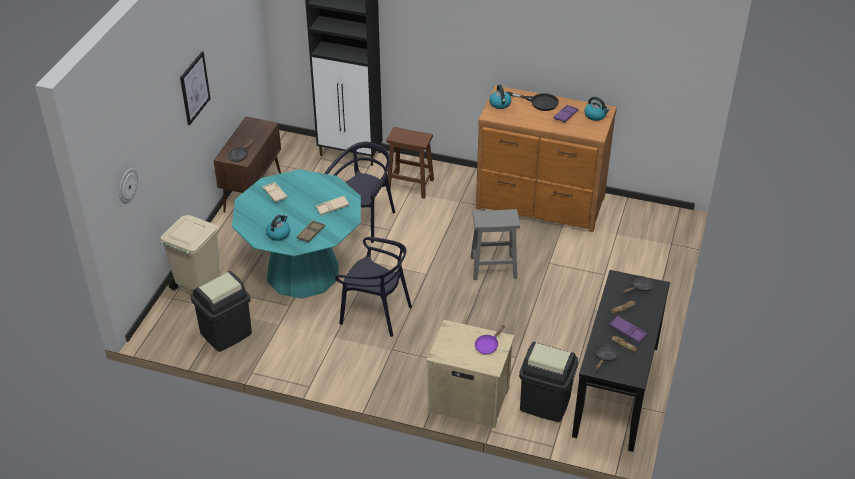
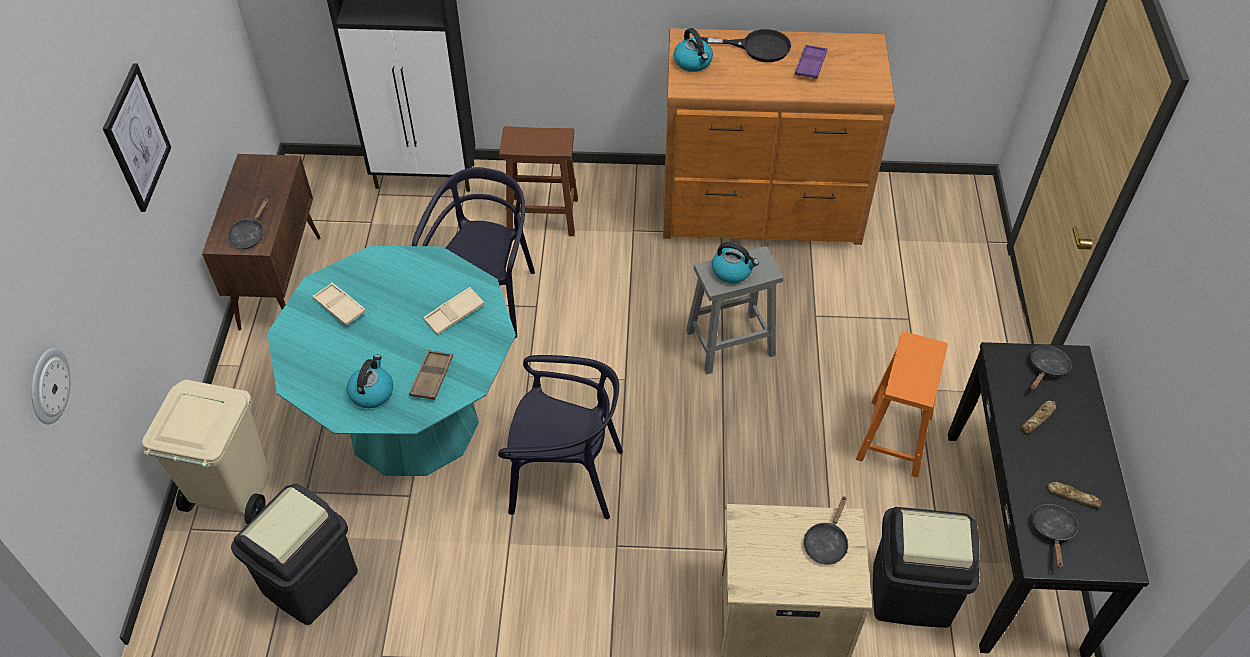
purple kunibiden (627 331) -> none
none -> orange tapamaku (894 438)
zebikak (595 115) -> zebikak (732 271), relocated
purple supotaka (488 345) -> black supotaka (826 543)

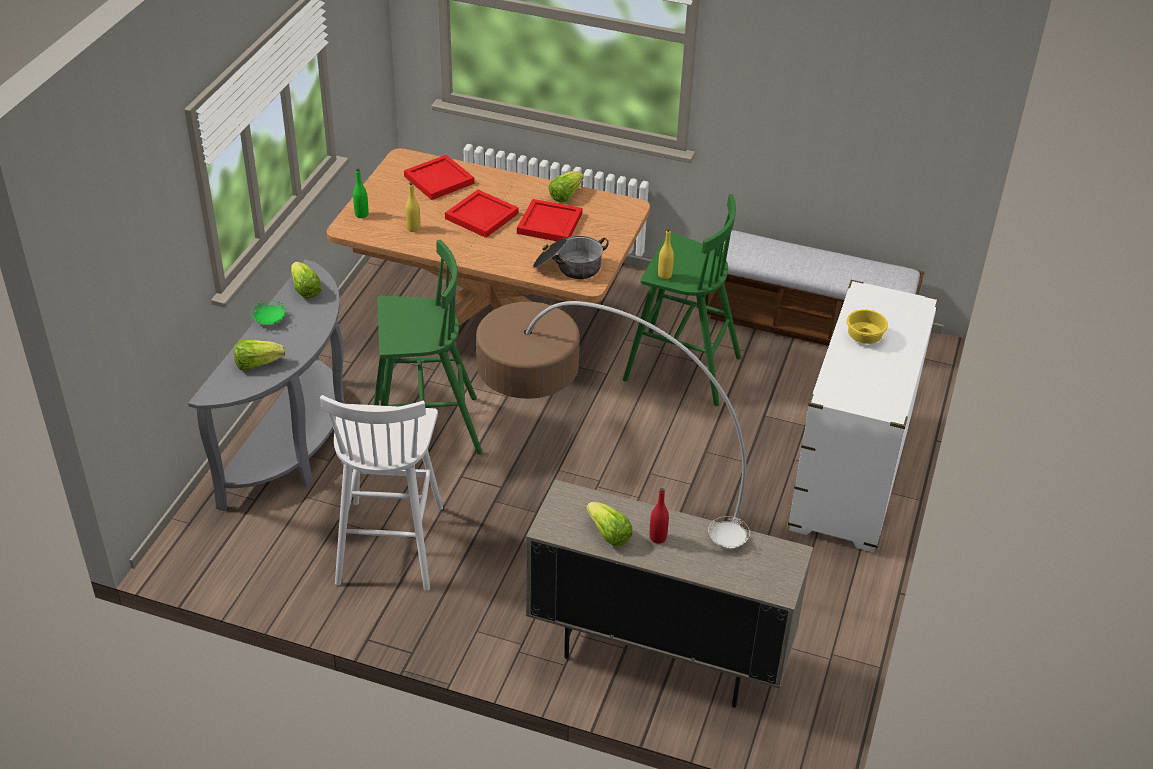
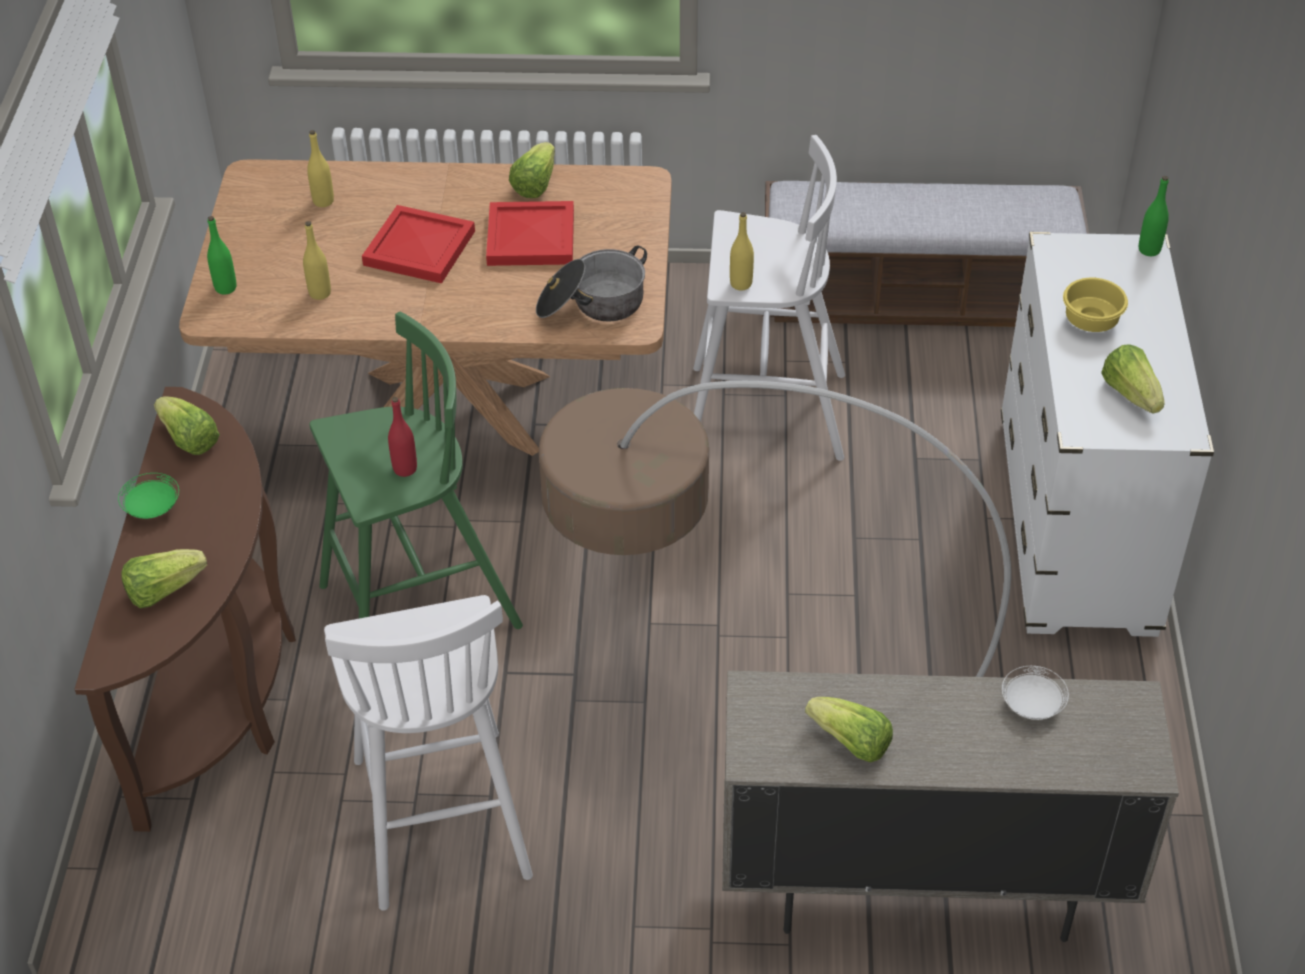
none -> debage (1131 394)
none -> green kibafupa (1149 250)
red kibafupa (658 537) -> red kibafupa (405 469), relocated
red kunibiden (438 180) -> yellow kibafupa (323 201)
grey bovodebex (295 446) -> brown bovodebex (221 689)
green tapamaku (680 368) -> white tapamaku (762 413)

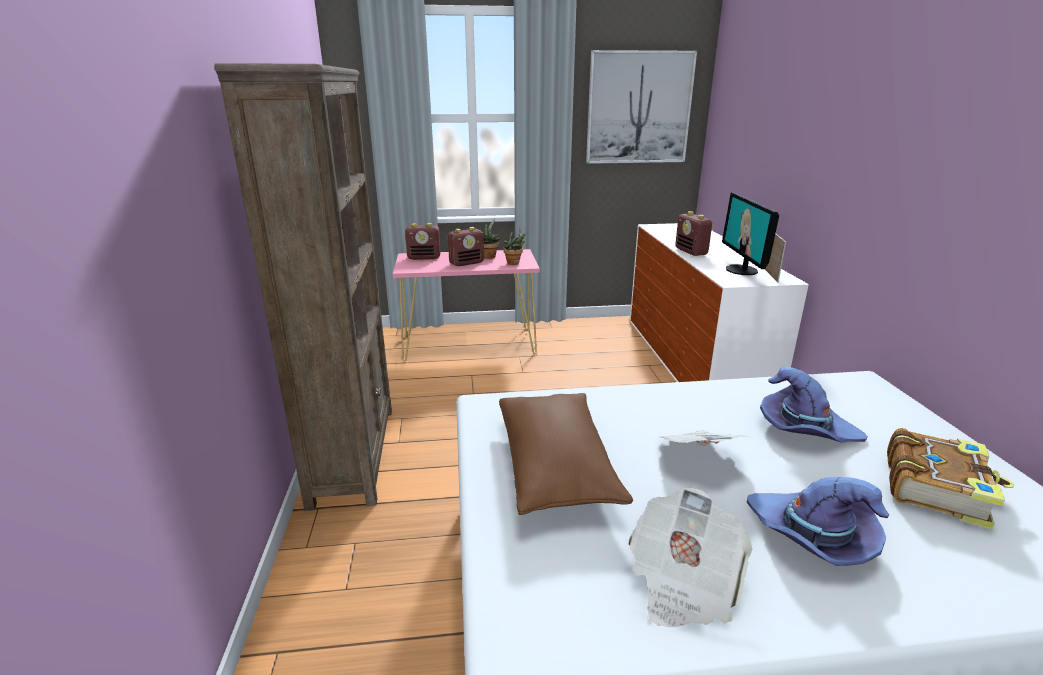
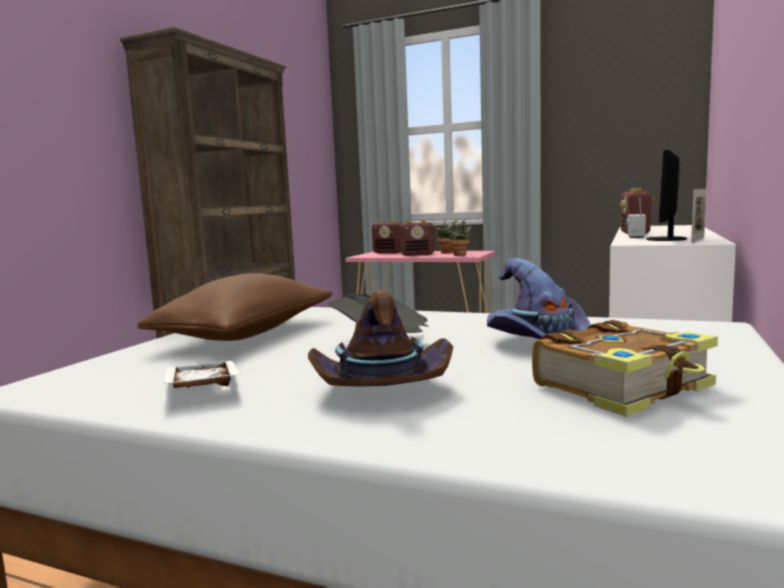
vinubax (639 108) -> none
none -> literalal (636 237)
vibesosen (682 582) -> white kunibiden (200 388)
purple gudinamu (811 536) -> brown gudinamu (380 389)

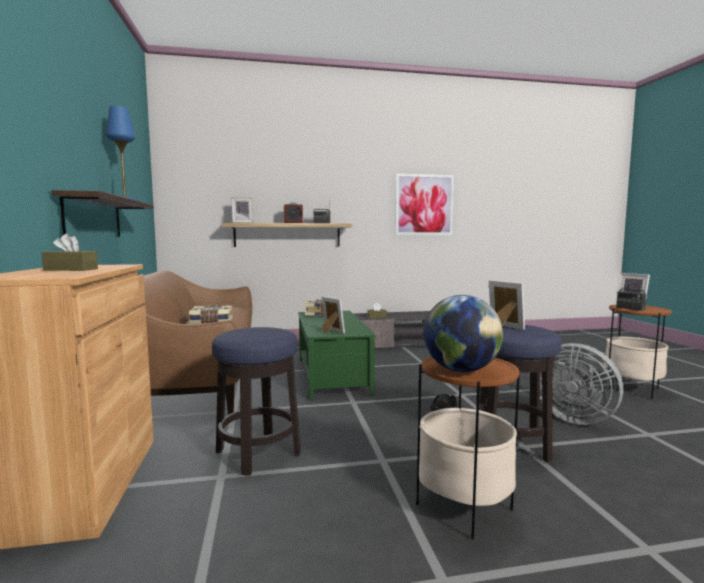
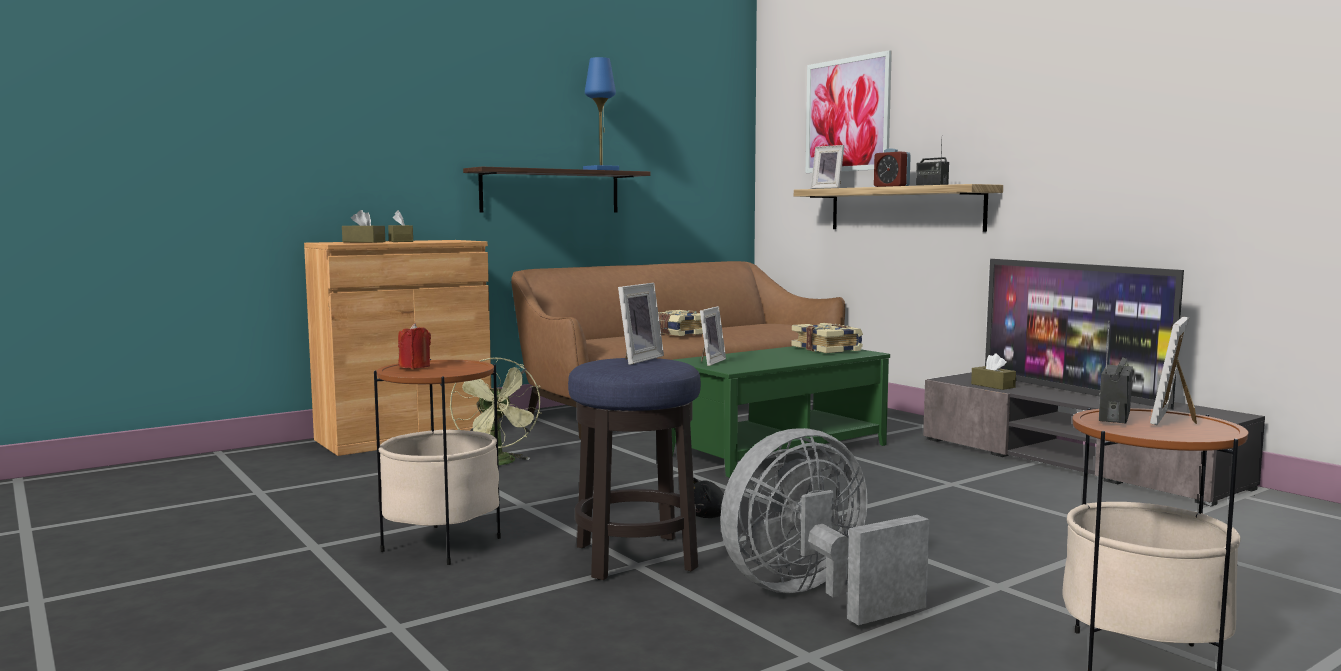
none -> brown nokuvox (364 242)
none -> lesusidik (1073 391)
vinubax (424 205) -> vinubax (847 115), relocated
tapamaku (258 453) -> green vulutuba (499 463)
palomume (461 370) -> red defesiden (415 366)
grey vulutuba (573 418) -> grey vulutuba (813 596), 45 degrees clockwise

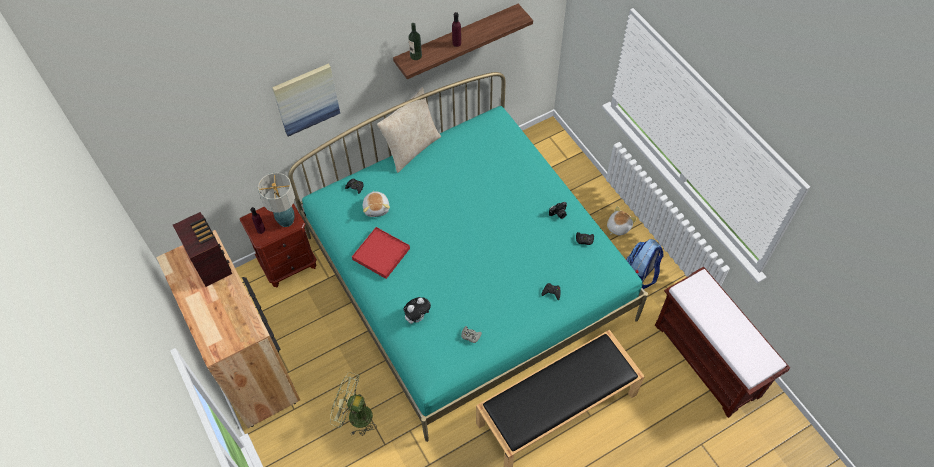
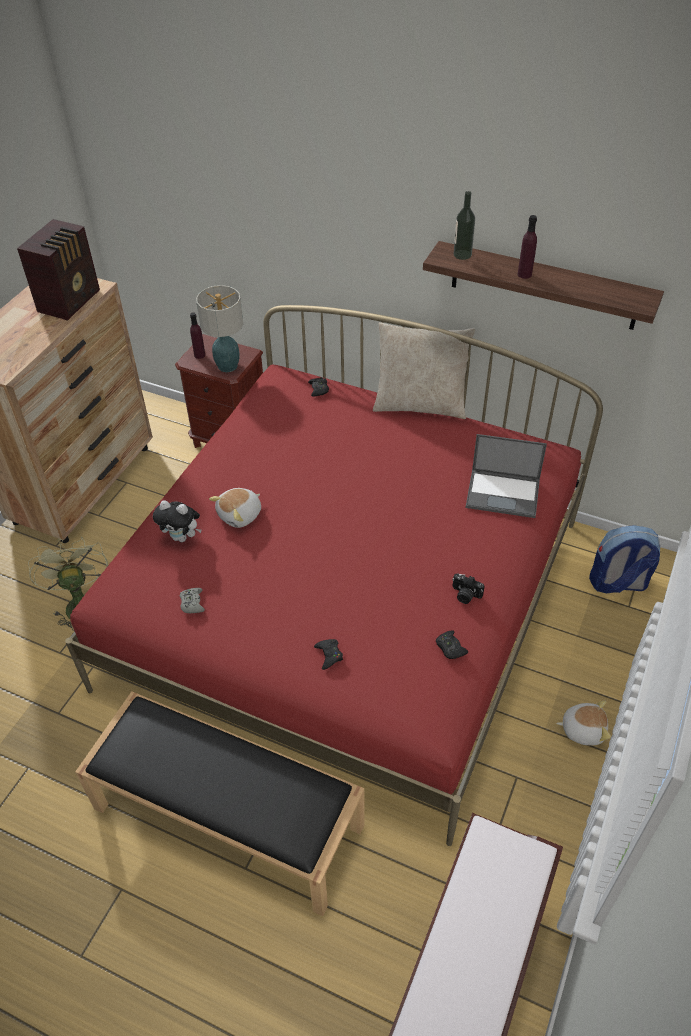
vinubax (306 99) -> none
red kunibiden (381 254) -> none
none -> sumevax (504 493)
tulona (377 208) -> tulona (240 515), relocated
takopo (640 276) -> takopo (617 583), relocated
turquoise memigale (467 277) -> red memigale (347 602)

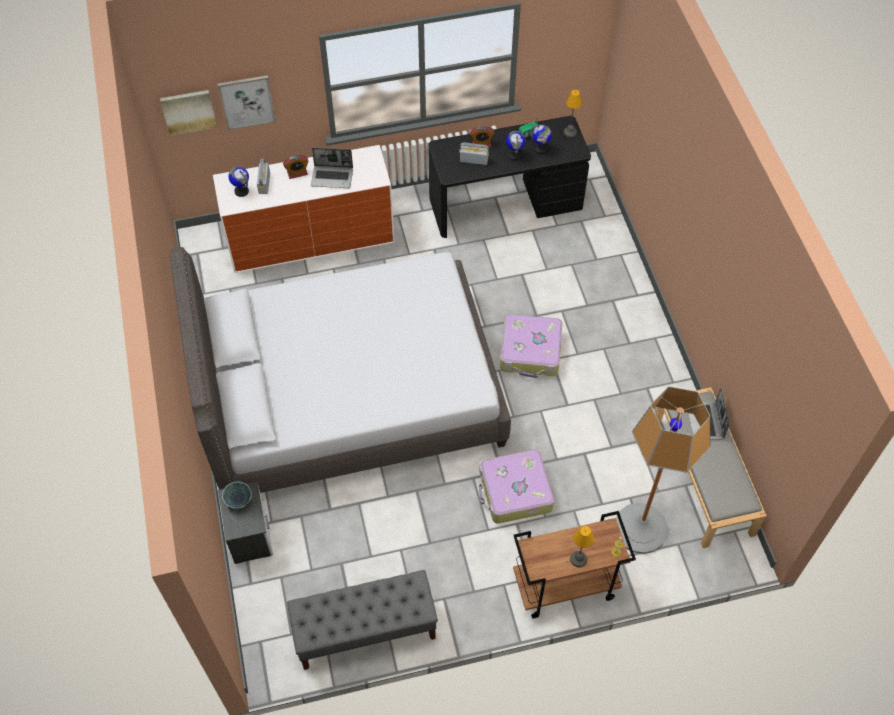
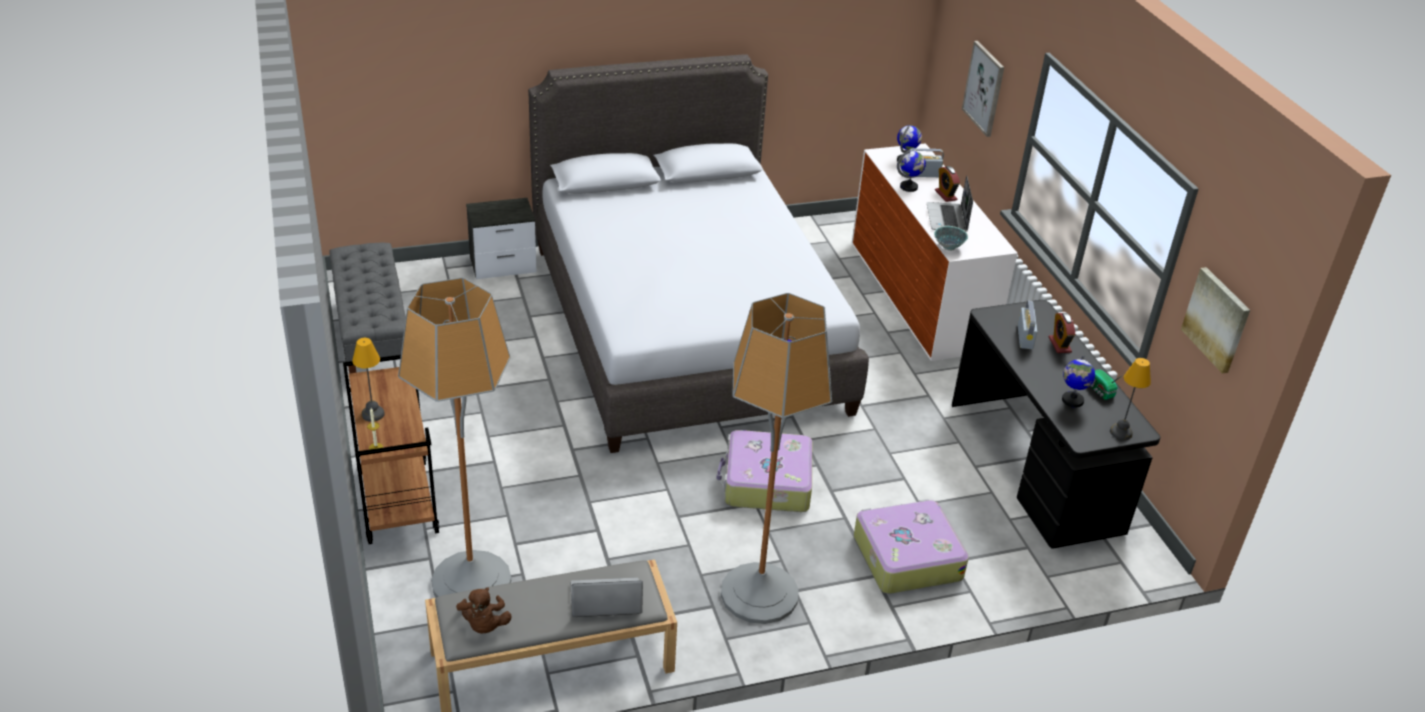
none -> brown tulona (484 625)
none -> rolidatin (759 594)
vinubax (188 111) -> vinubax (1217 319), relocated
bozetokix (238 500) -> bozetokix (949 247), relocated
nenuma (515 492) -> nenuma (906 557), relocated
palomume (514 155) -> palomume (909 187), relocated

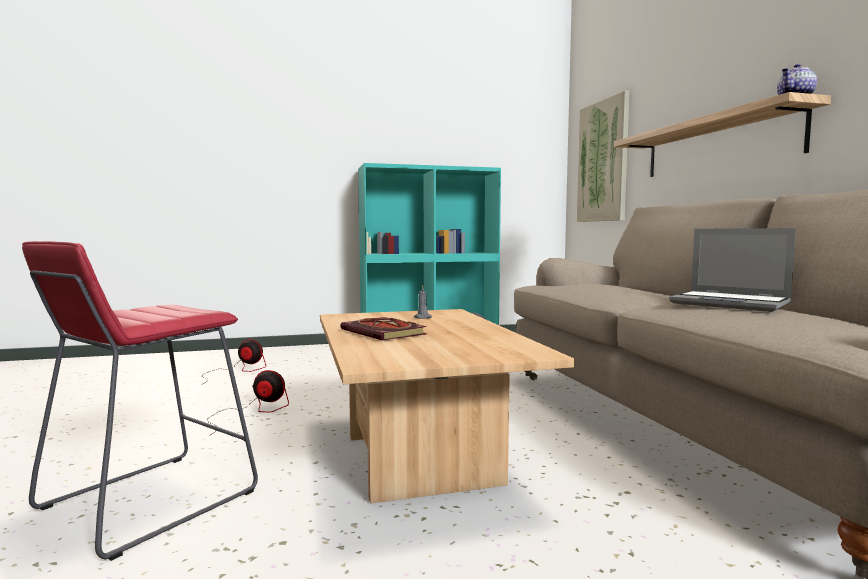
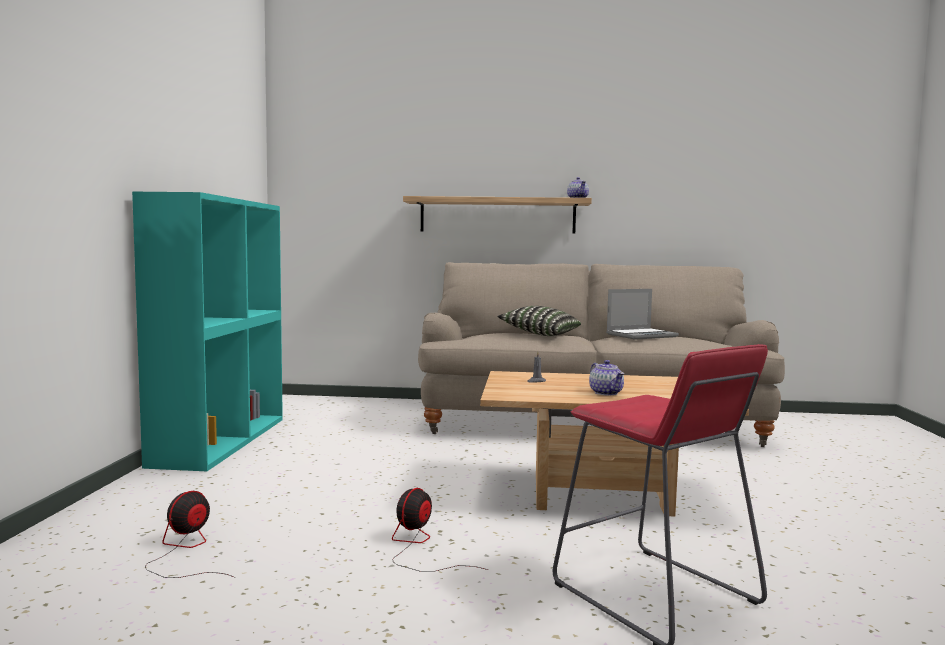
vinubax (603 161) -> none
none -> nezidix (540 334)
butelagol (385 333) -> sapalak (606 393)

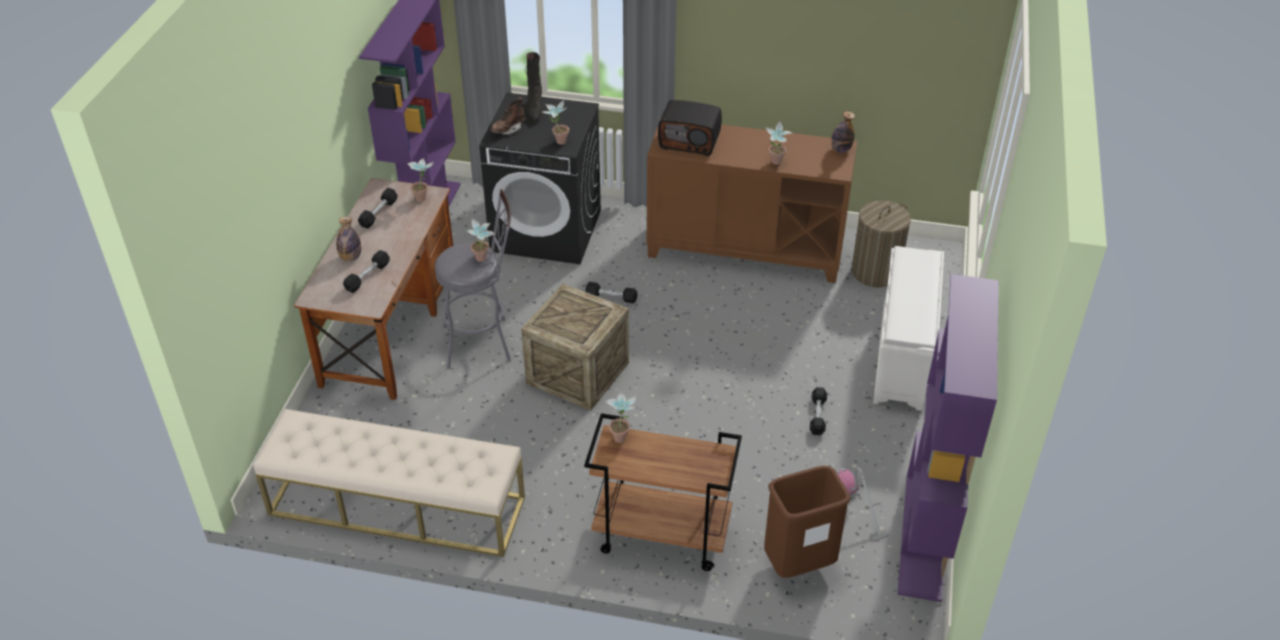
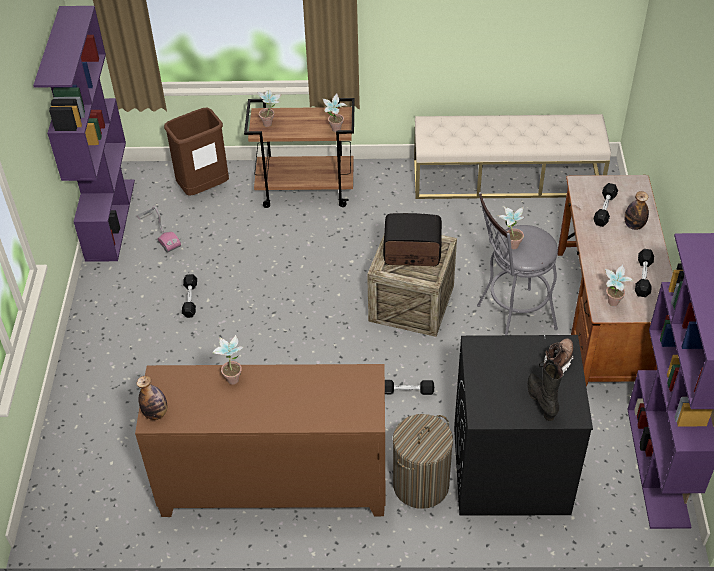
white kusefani (902 359) -> none
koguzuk (558 141) -> koguzuk (270 124), relocated
literalal (690 141) -> literalal (411 253), relocated
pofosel (875 272) -> pofosel (421 485), relocated

